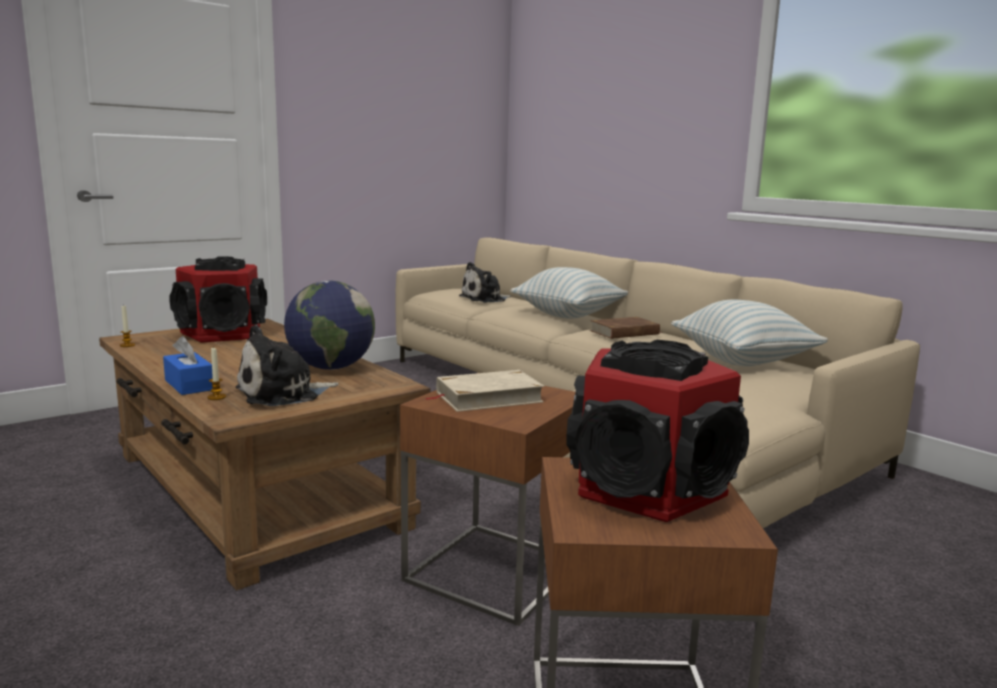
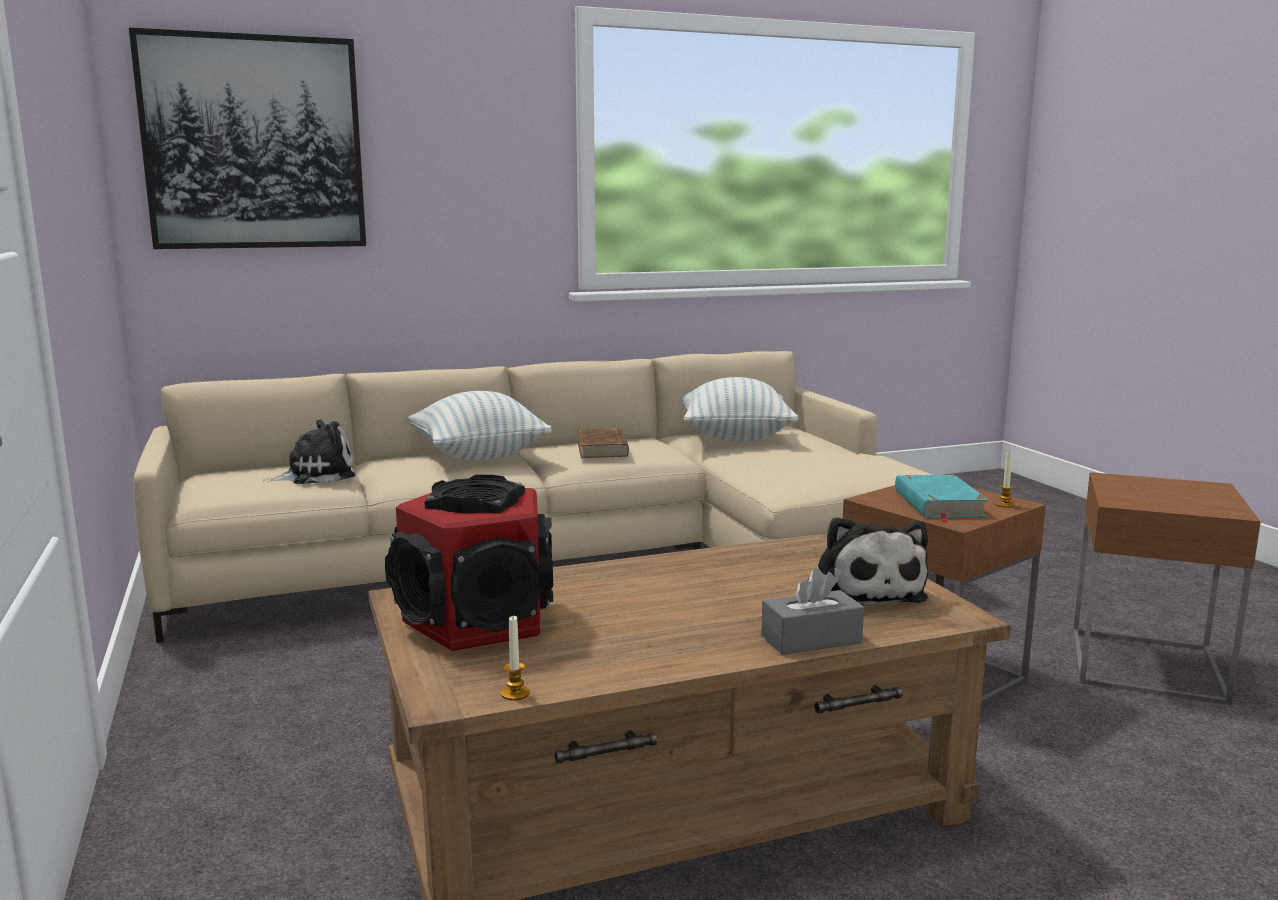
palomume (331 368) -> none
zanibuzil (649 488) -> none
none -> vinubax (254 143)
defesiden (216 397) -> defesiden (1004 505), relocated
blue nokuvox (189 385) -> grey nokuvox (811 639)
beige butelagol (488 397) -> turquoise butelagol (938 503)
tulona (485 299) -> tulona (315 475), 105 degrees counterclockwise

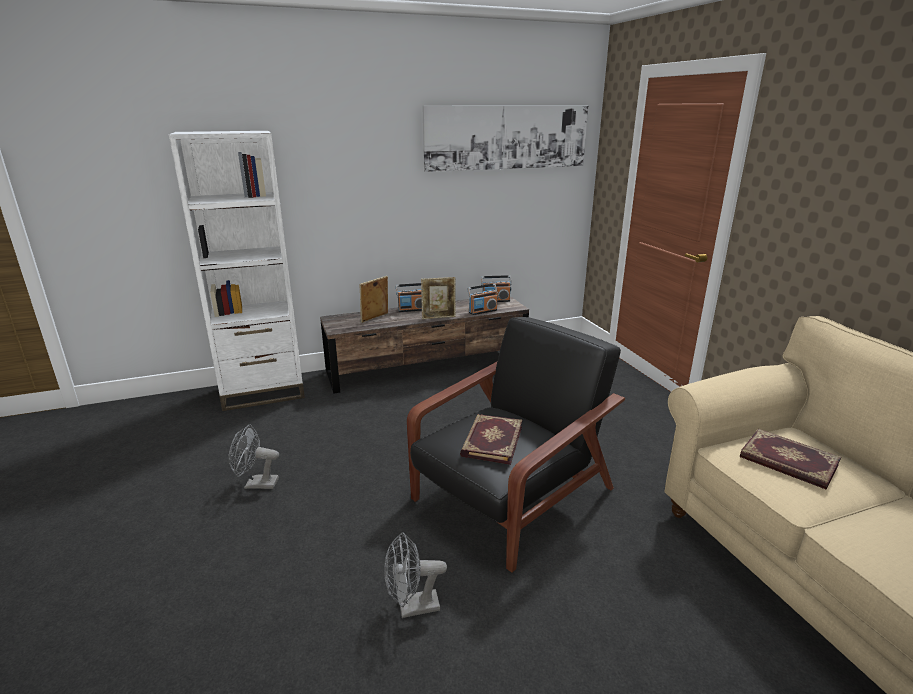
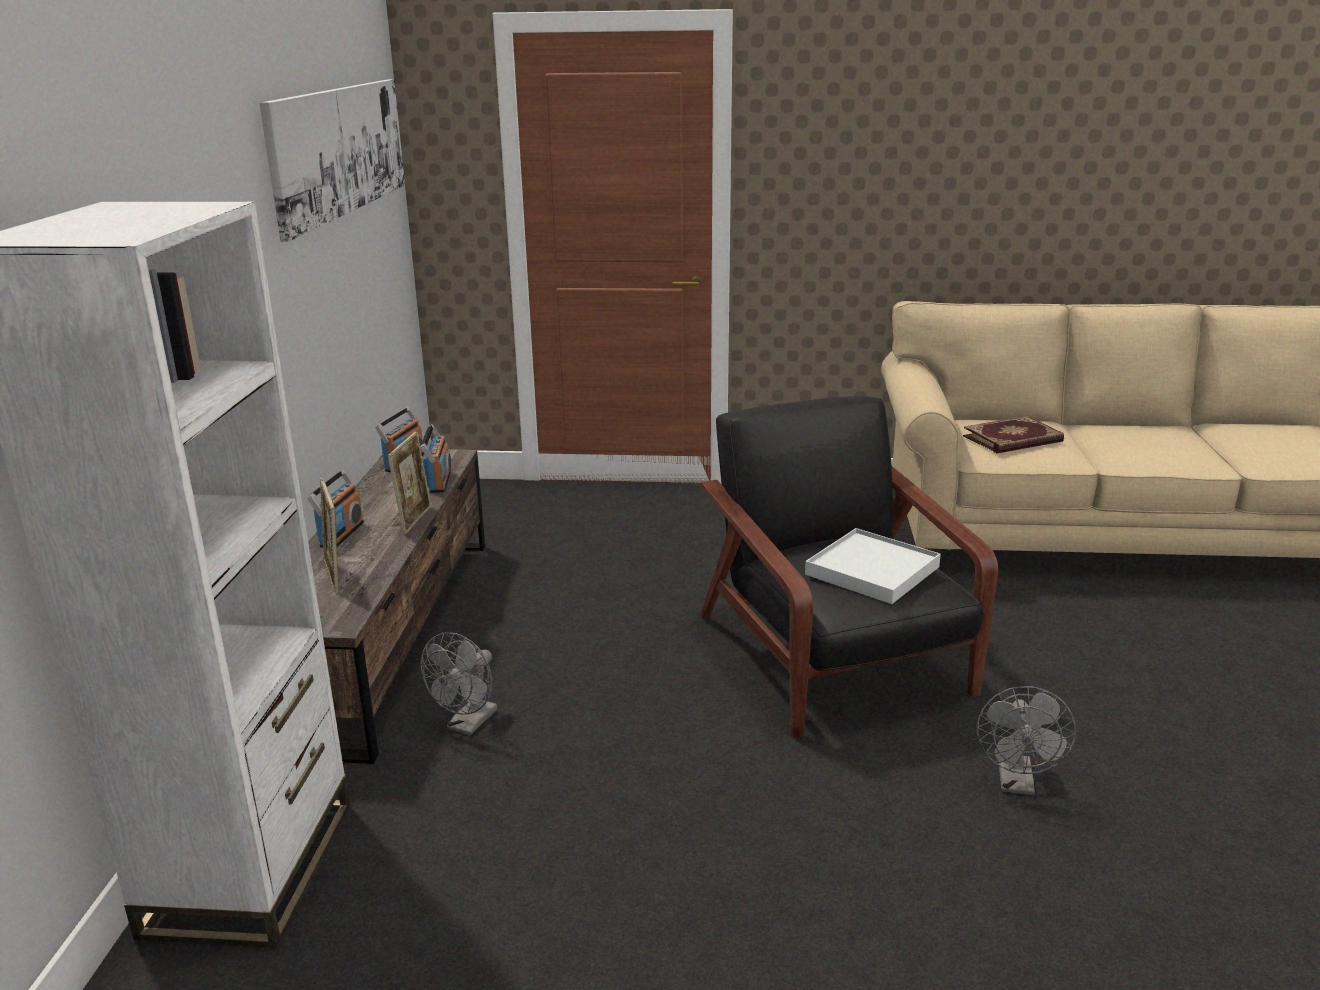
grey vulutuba (256 484) -> grey vulutuba (468 725), relocated
butelagol (491 441) -> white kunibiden (872 571)

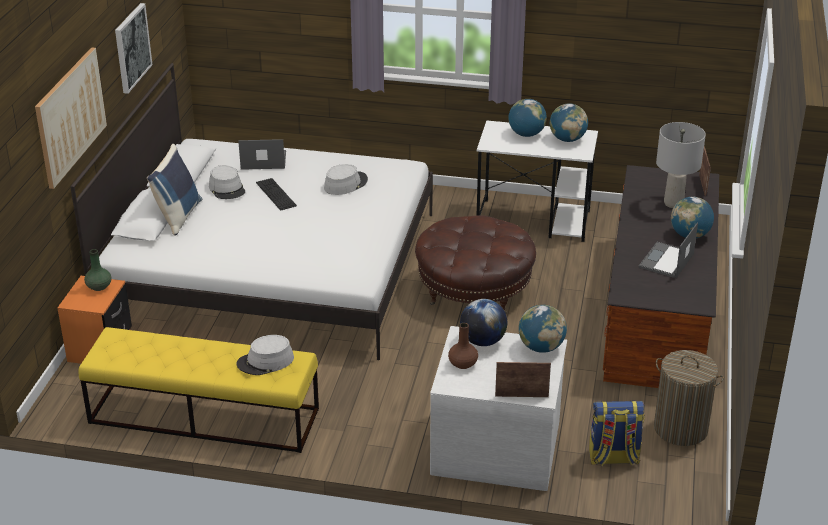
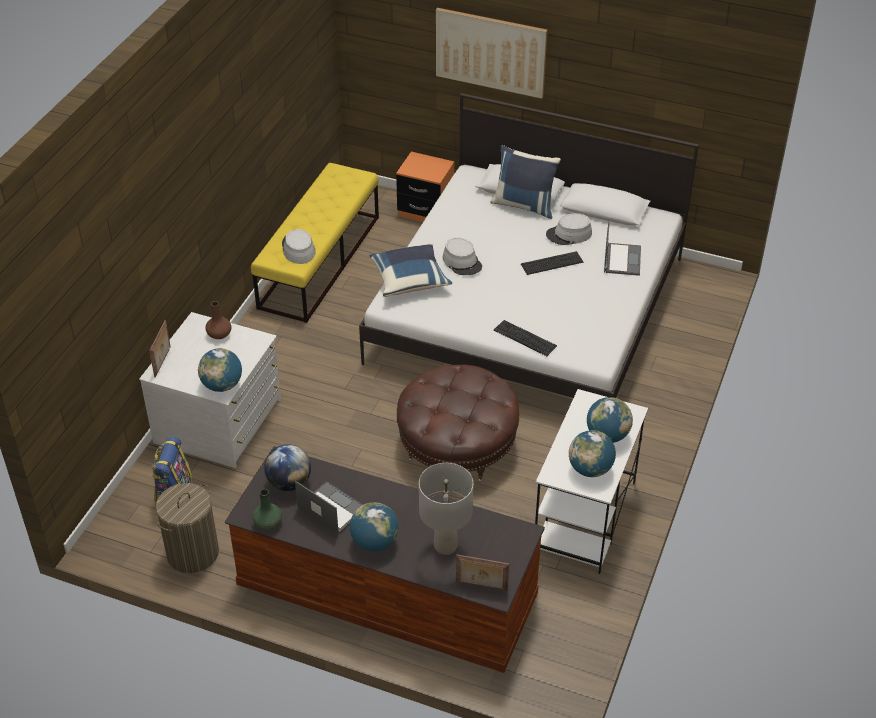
vinubax (132 47) -> none
none -> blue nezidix (409 280)
none -> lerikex (525 338)
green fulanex (99 287) -> green fulanex (267 523), relocated
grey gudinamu (345 184) -> grey gudinamu (462 262), relocated
palomume (482 341) -> palomume (289 483), relocated

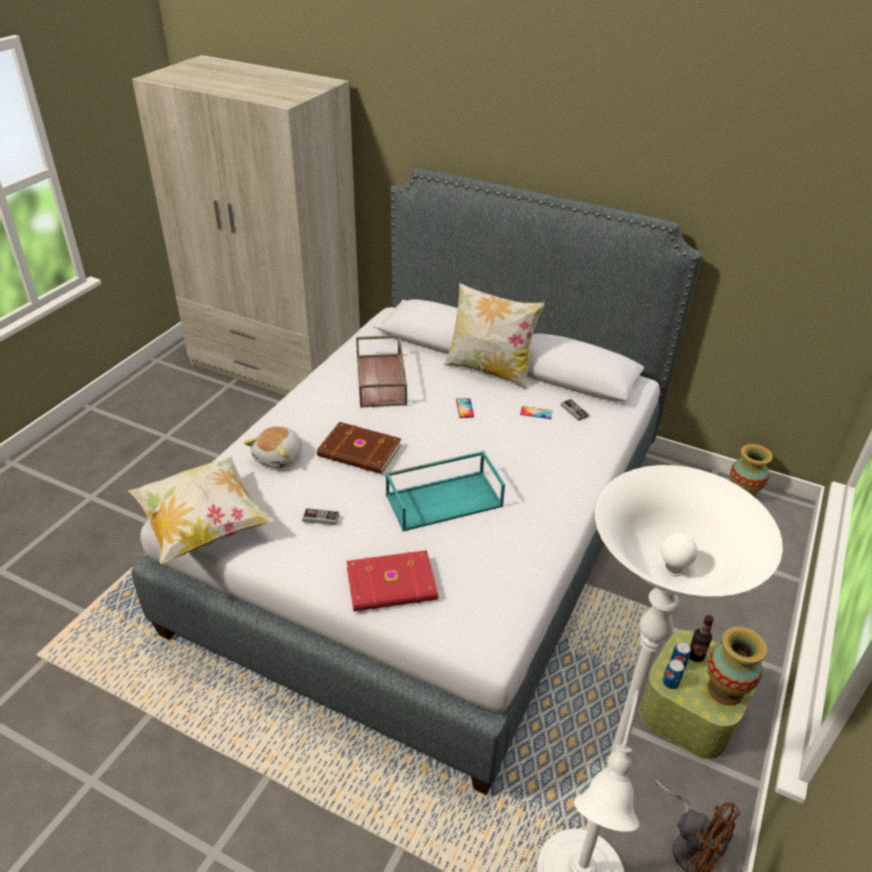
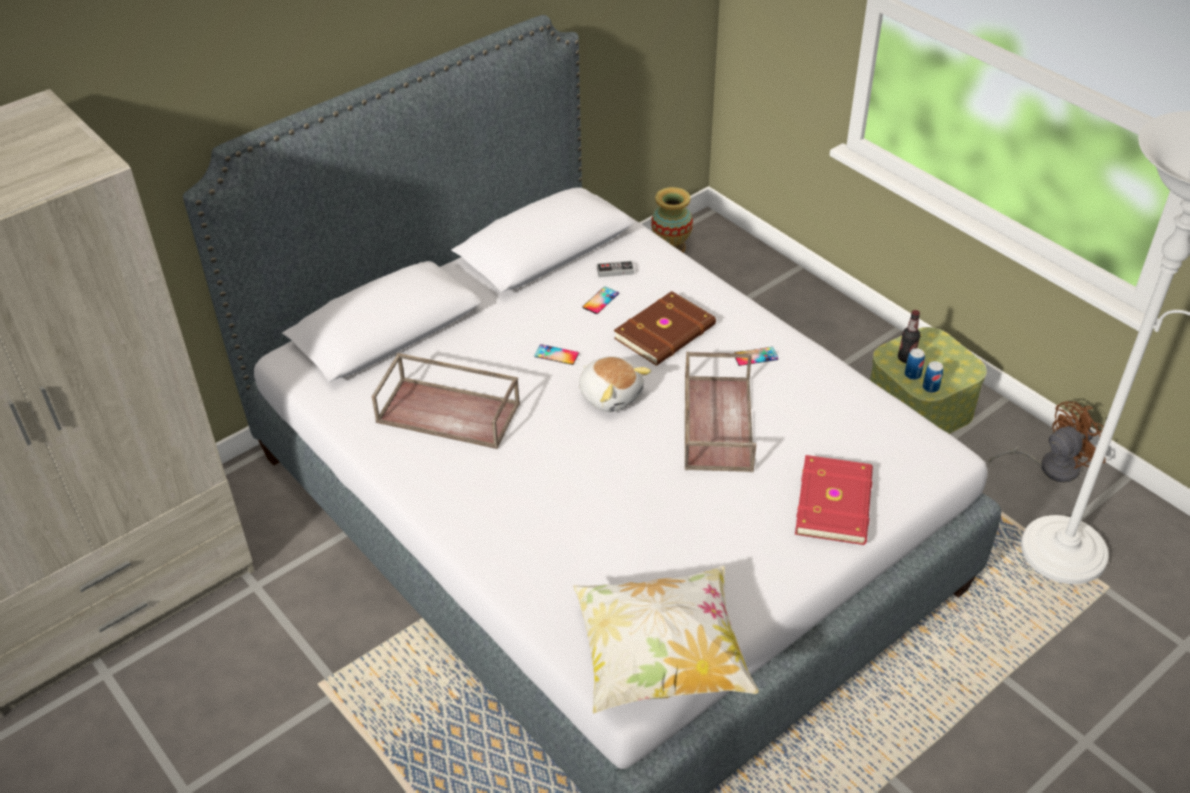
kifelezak (321 518) -> none
nezidix (489 370) -> none
fulanex (725 690) -> none
none -> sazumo (755 356)
tulona (279 457) -> tulona (611 395), relocated
brown butelagol (359 452) -> brown butelagol (666 332), relocated
turquoise kunibiden (444 499) -> brown kunibiden (716 422)

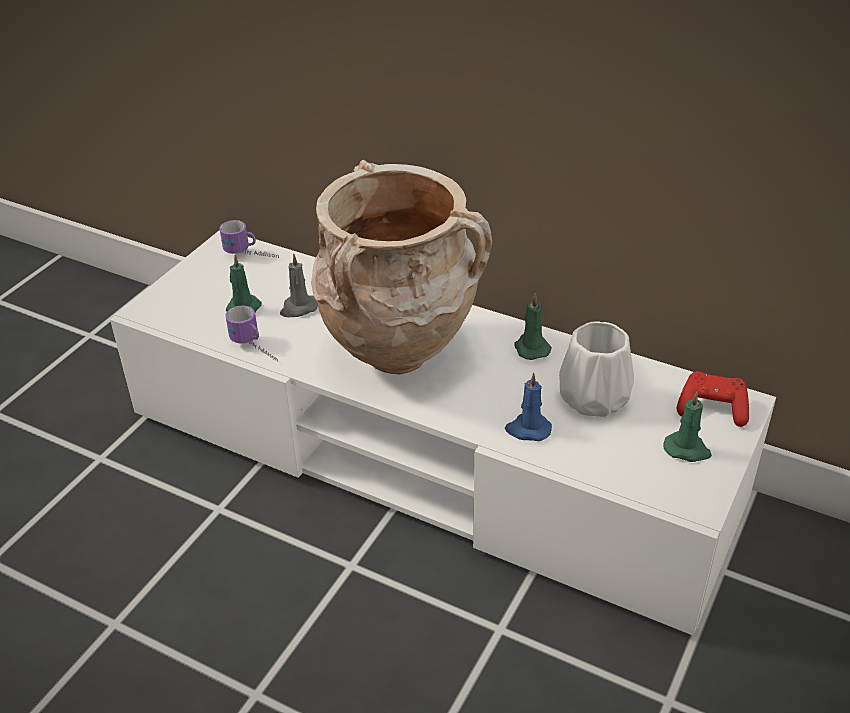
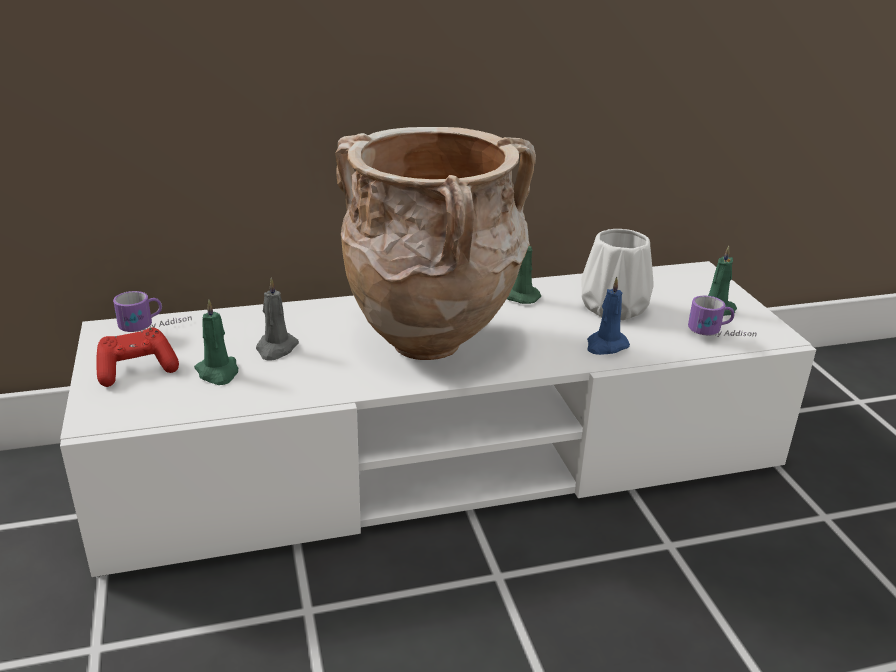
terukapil (256 349) -> terukapil (721 337), relocated
red kifelezak (712 408) -> red kifelezak (137 369), relocated

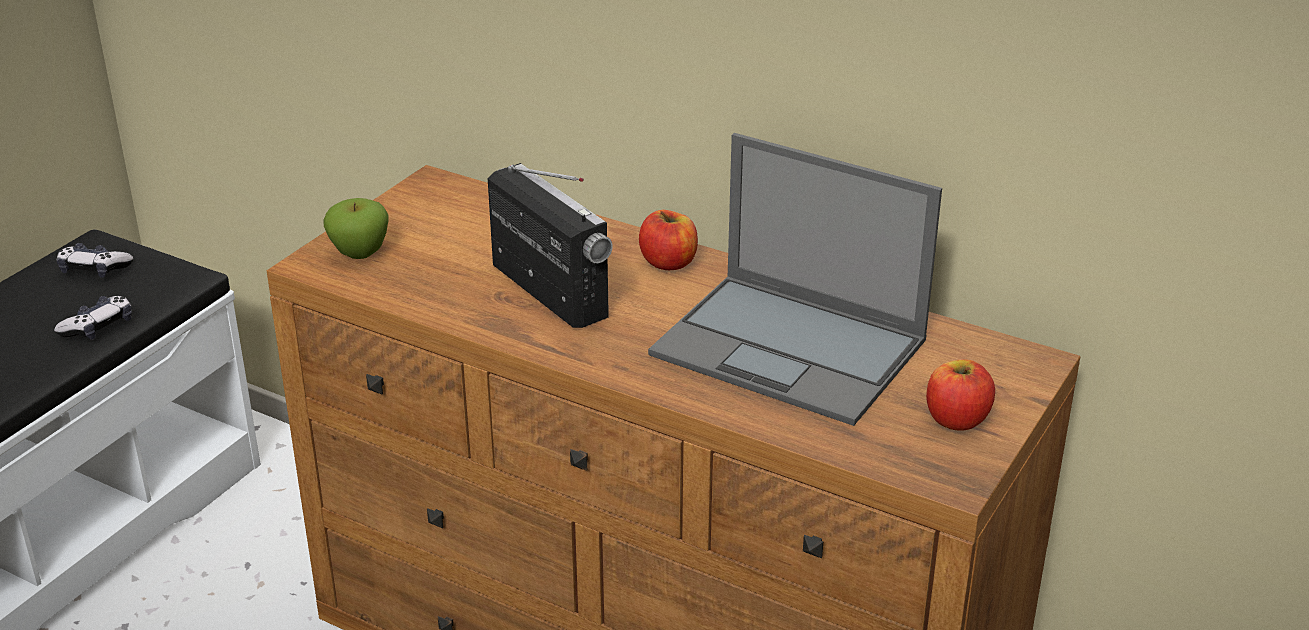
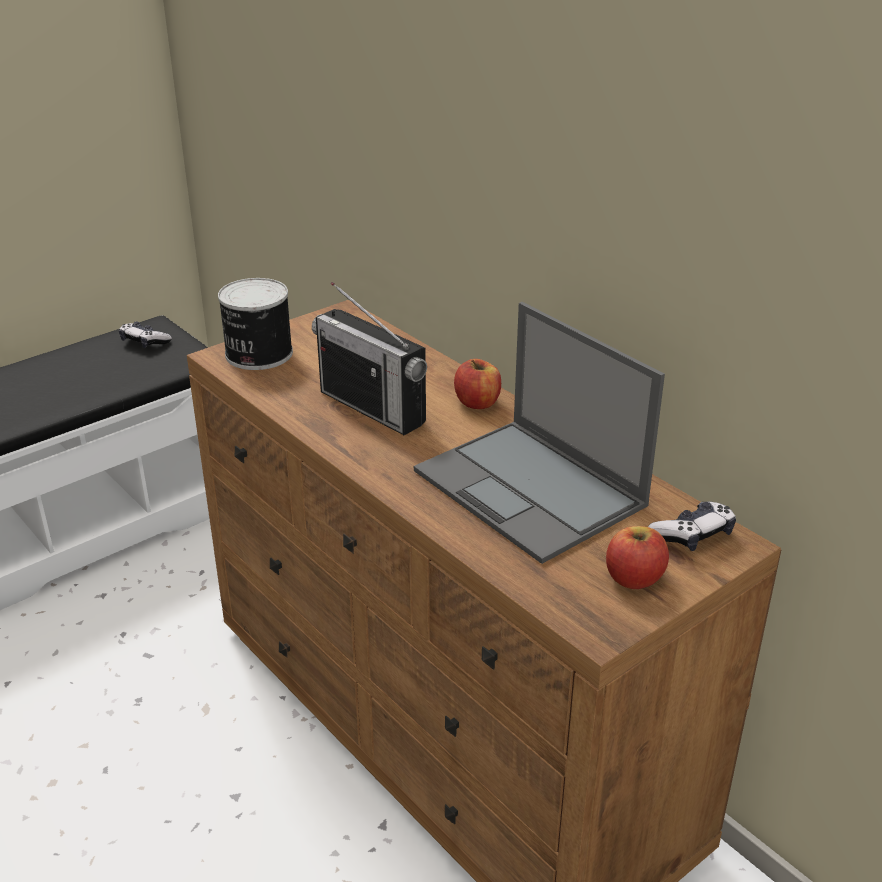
kifelezak (98 327) -> kifelezak (692 535), relocated
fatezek (360 253) -> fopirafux (257 354)
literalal (549 291) -> literalal (372 407), 150 degrees clockwise

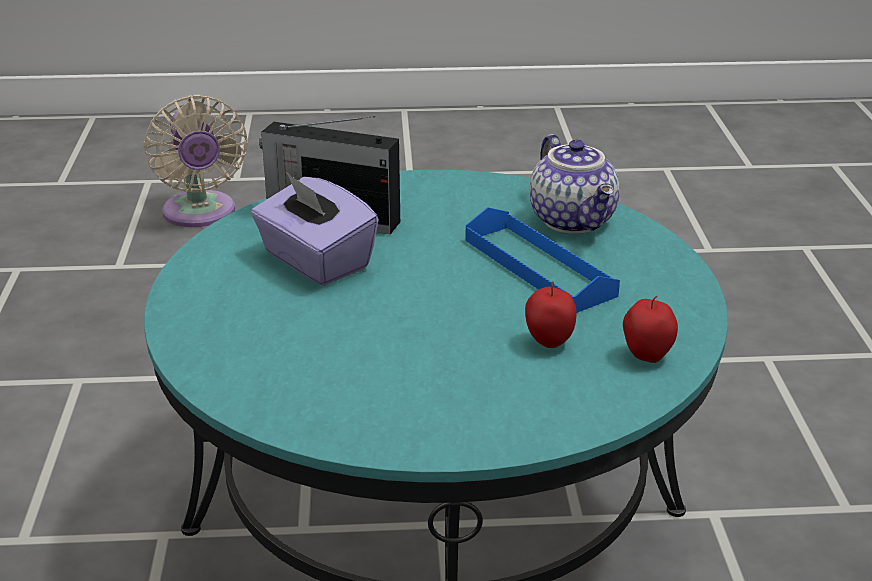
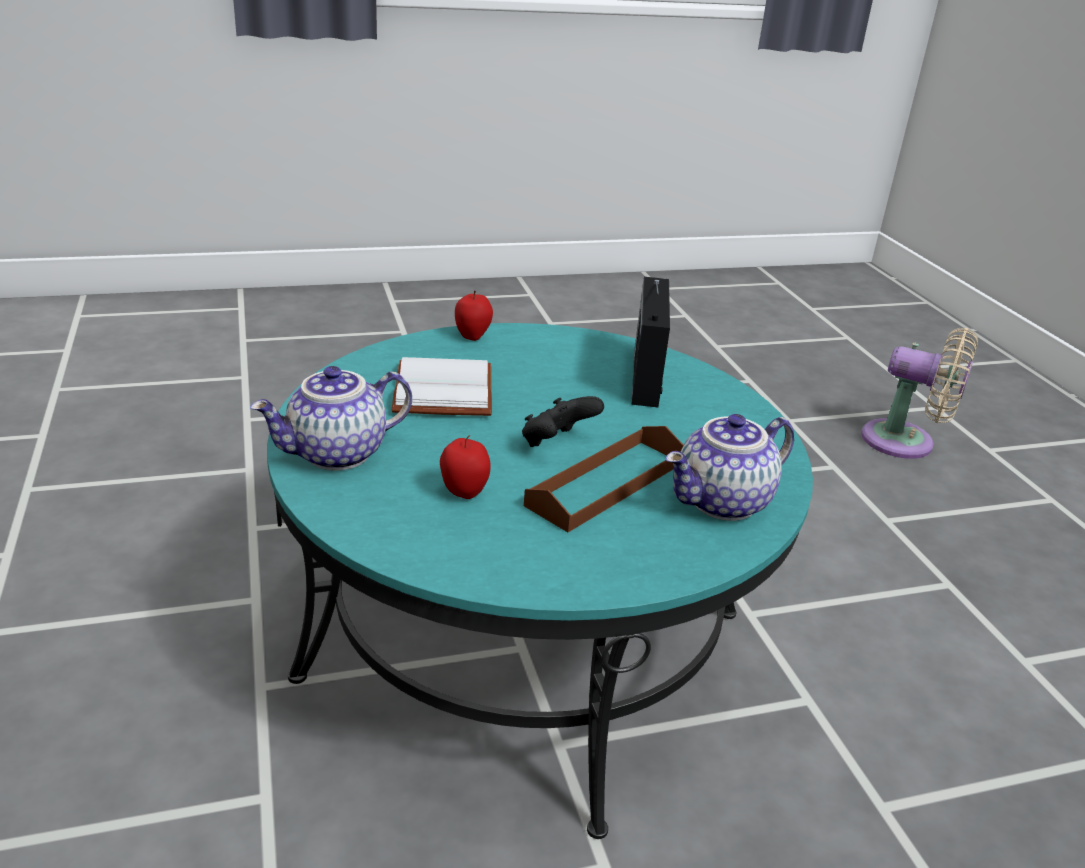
purple nokuvox (315 262) -> none
none -> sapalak (337 455)
none -> white butelagol (447 392)
none -> black kifelezak (556 443)
fatezek (646 356) -> fatezek (472 336), relocated
blue kunibiden (538 267) -> brown kunibiden (607 483)
beige vulutuba (200 214) -> beige vulutuba (905 442), 120 degrees counterclockwise

